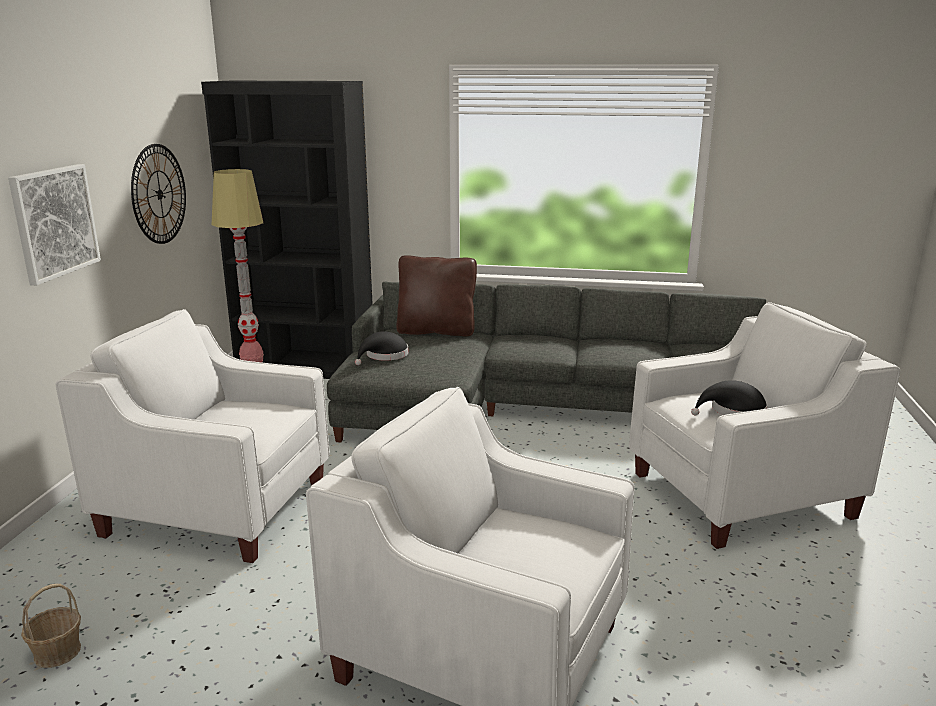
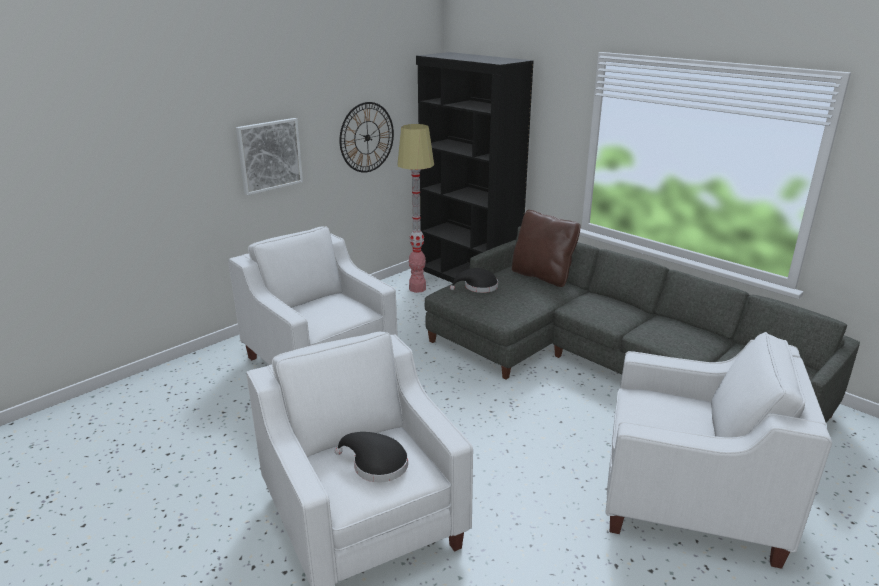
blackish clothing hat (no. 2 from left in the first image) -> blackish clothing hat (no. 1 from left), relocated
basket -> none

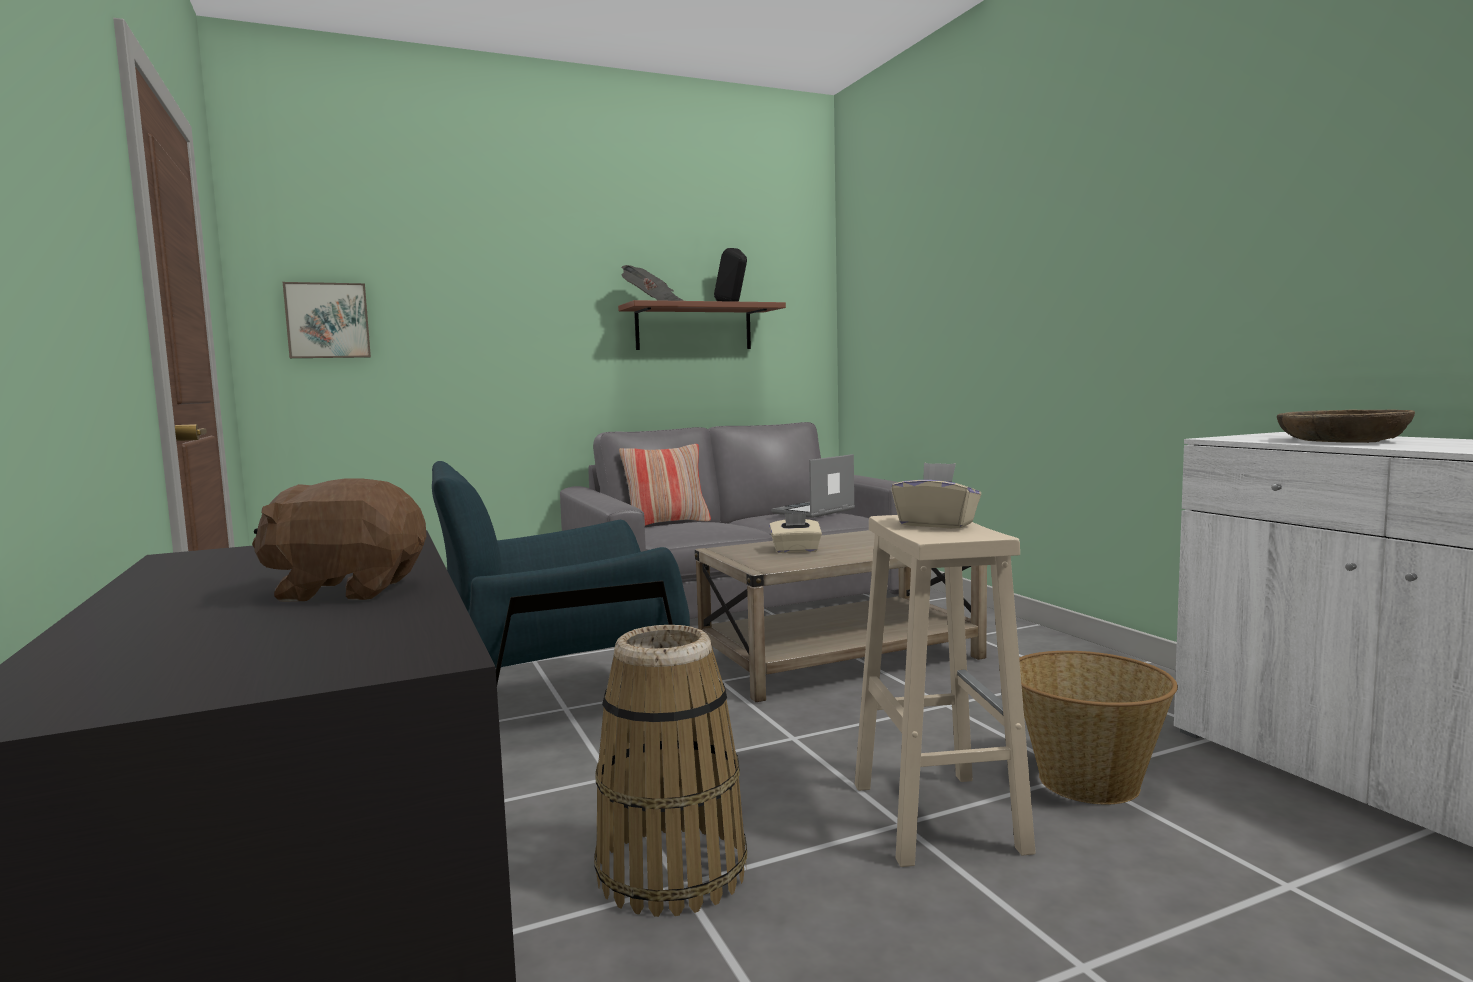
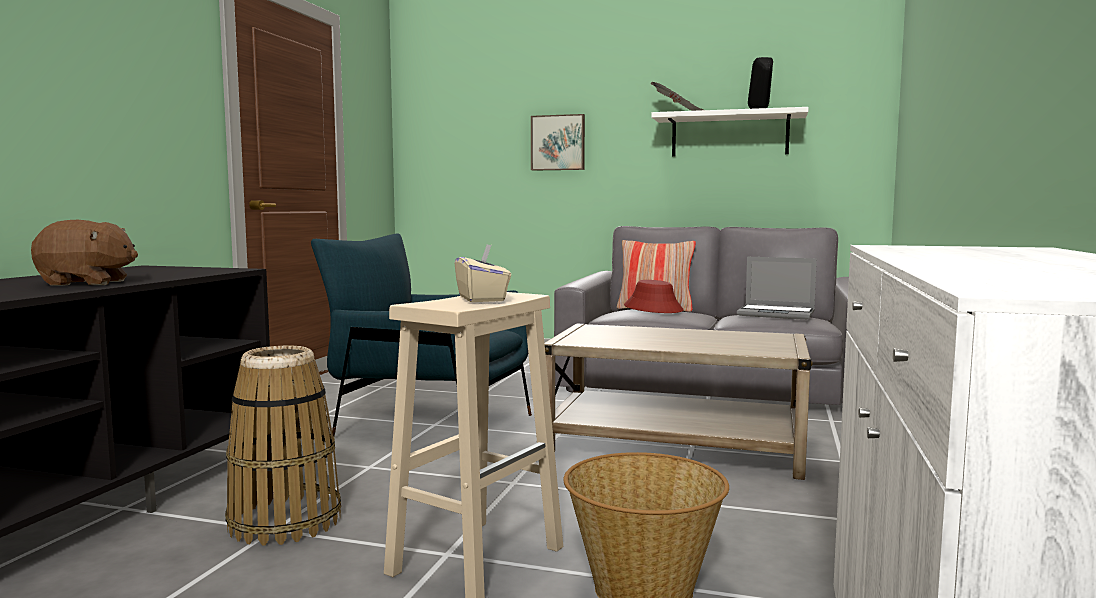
brown plush toy, 135 degrees clockwise
wall art, relocated
none -> reddish clothing hat
brown shelf -> white shelf
portable computer, 150 degrees counterclockwise
beige tissue box (no. 1 from left) -> none
brown serving bowl -> none

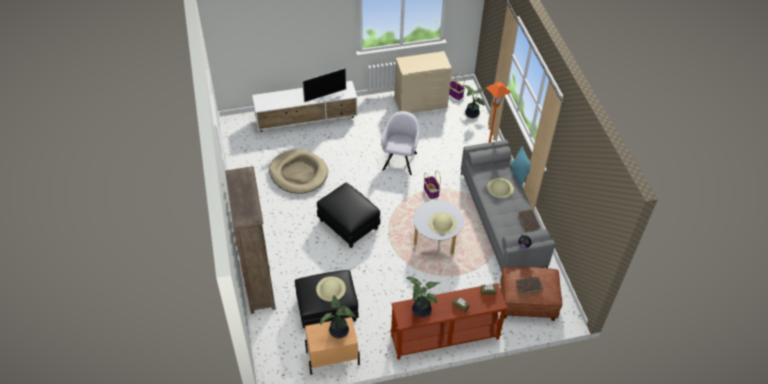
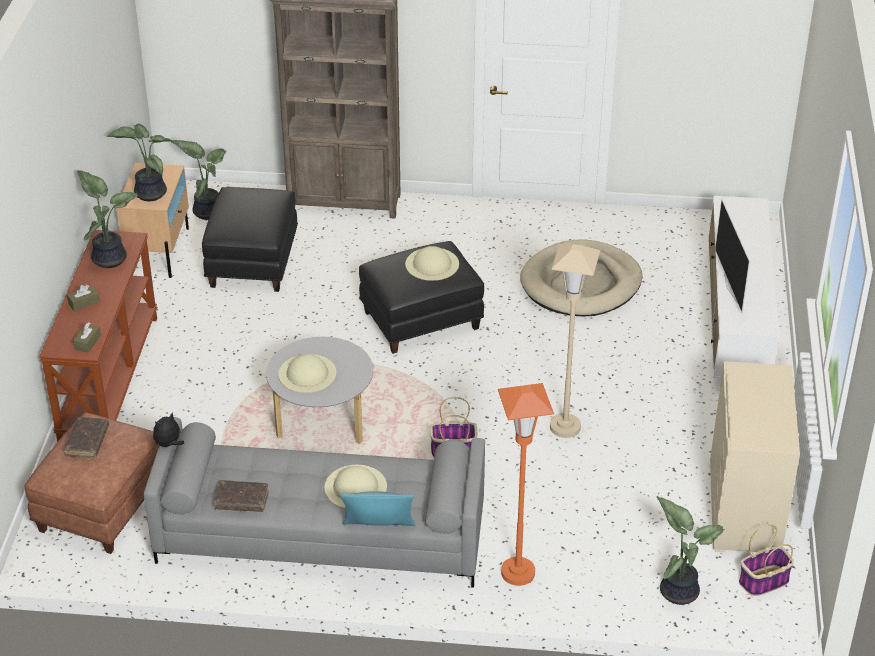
none -> plant in a pot (no. 3 from left)
beige clothing hat (no. 1 from left in the first image) -> beige clothing hat (no. 3 from left), relocated
greyish easy chair -> beige floor lamp

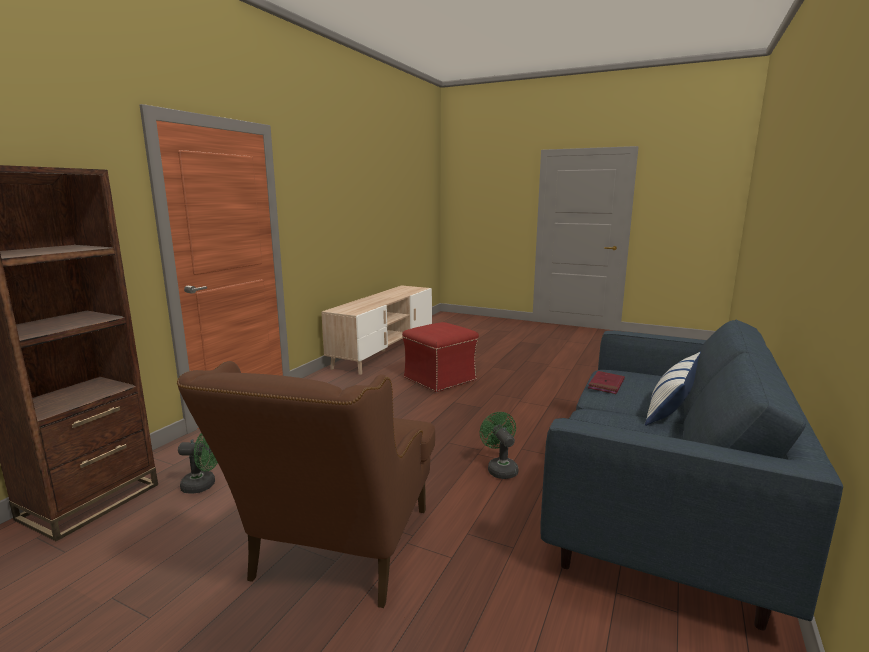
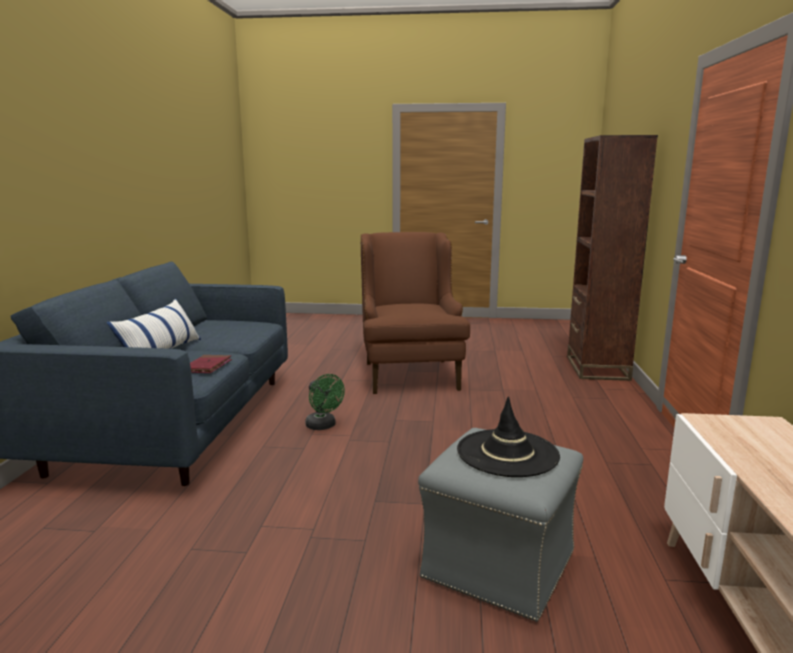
reddish footrest -> greyish footrest
none -> blackish clothing hat
green-coloured cooling fan (no. 1 from left) -> none

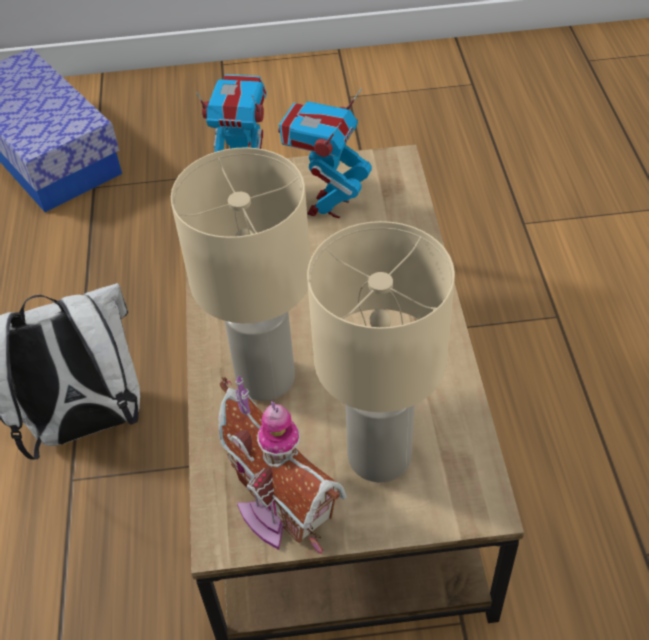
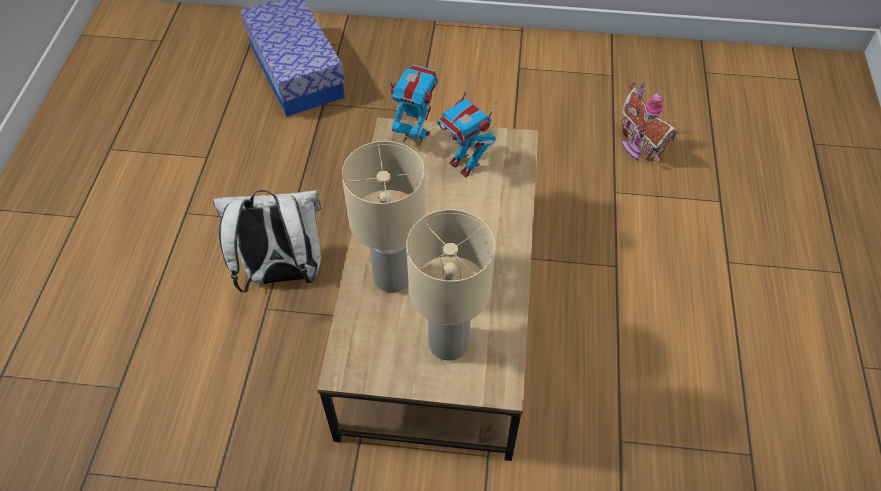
toy robot (no. 2 from left), 75 degrees counterclockwise
model house, relocated

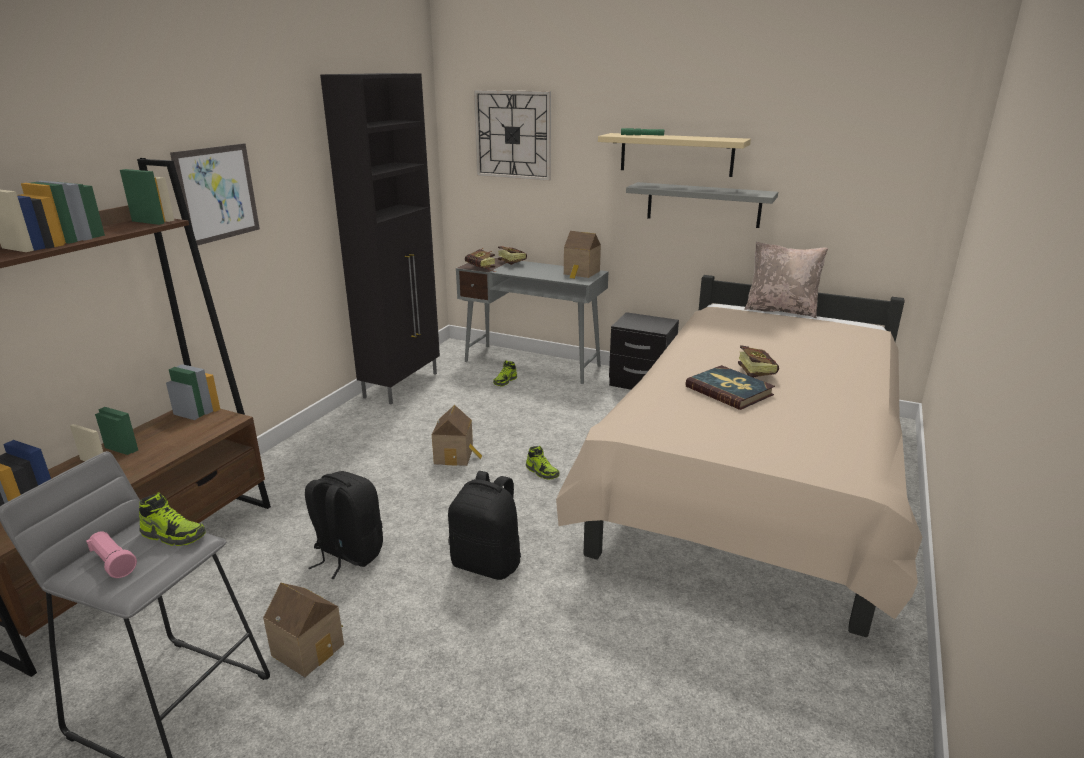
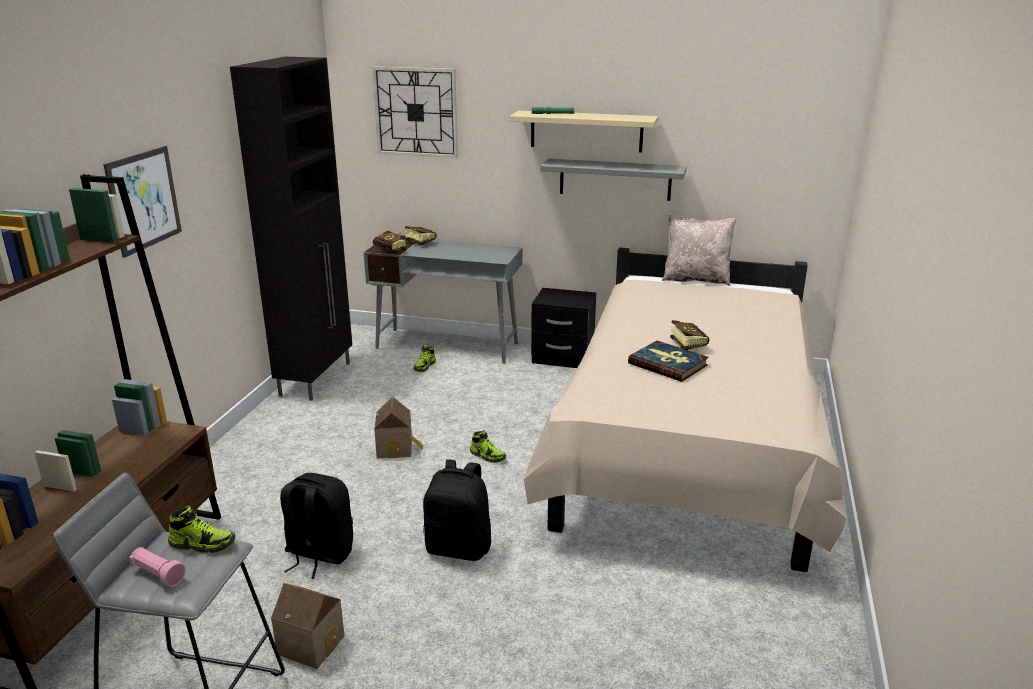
model house (no. 3 from left) -> none

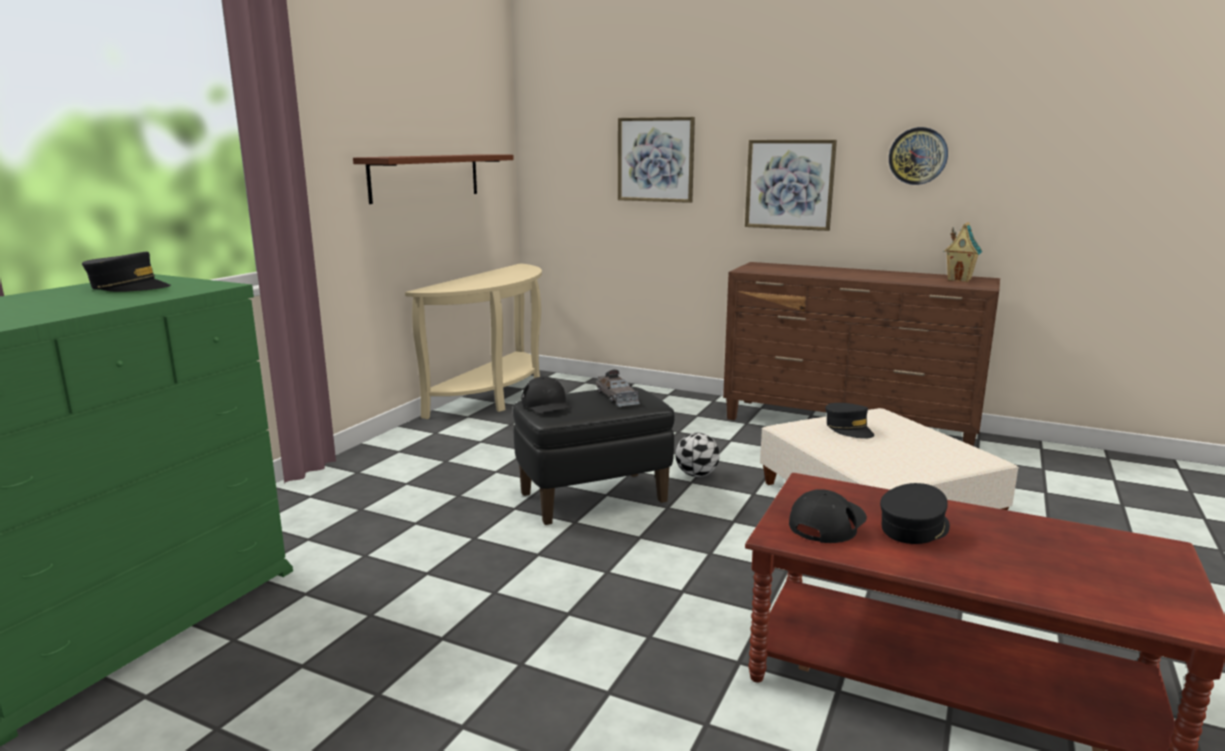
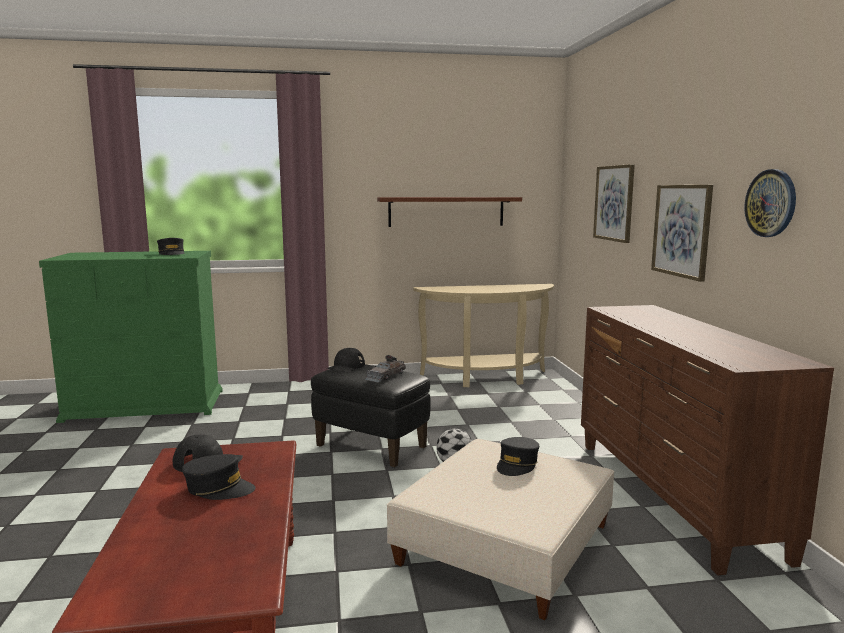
model house -> none

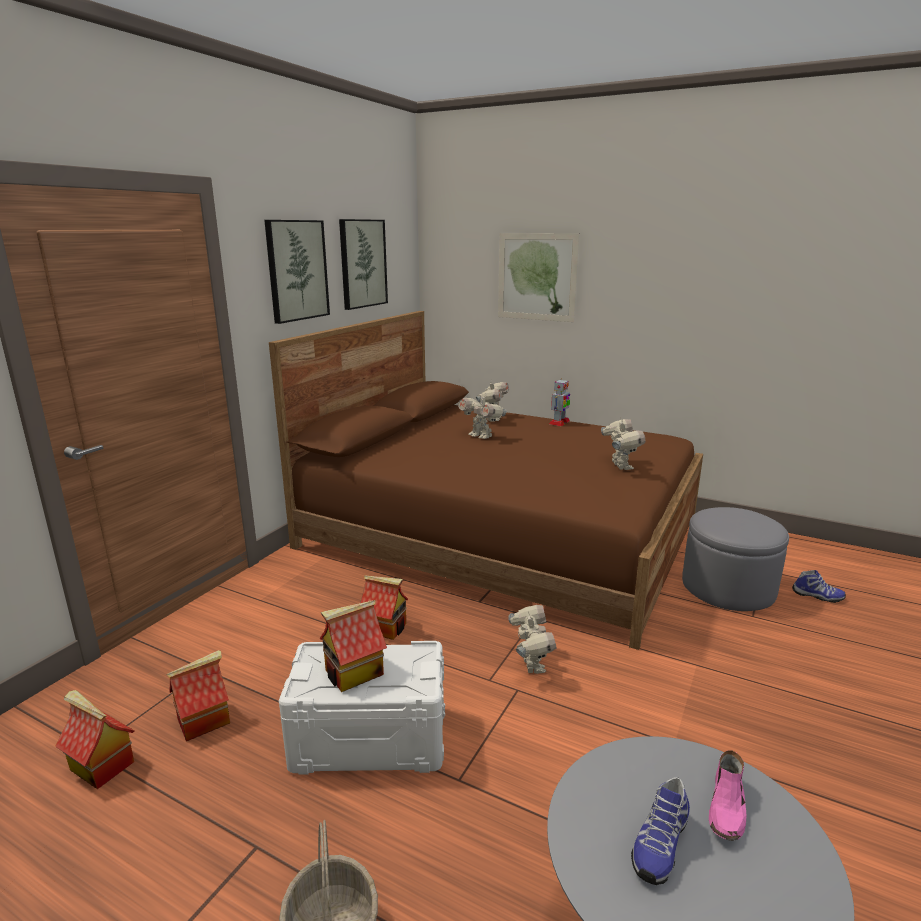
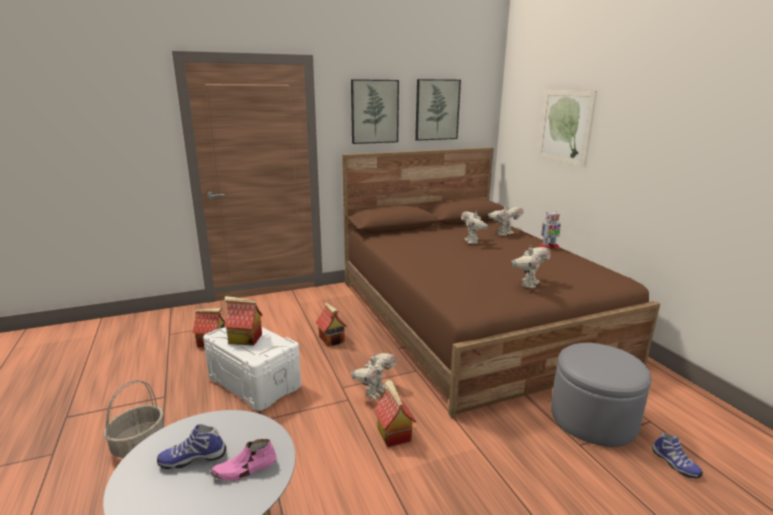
model house (no. 1 from left in the first image) -> model house (no. 4 from left), relocated

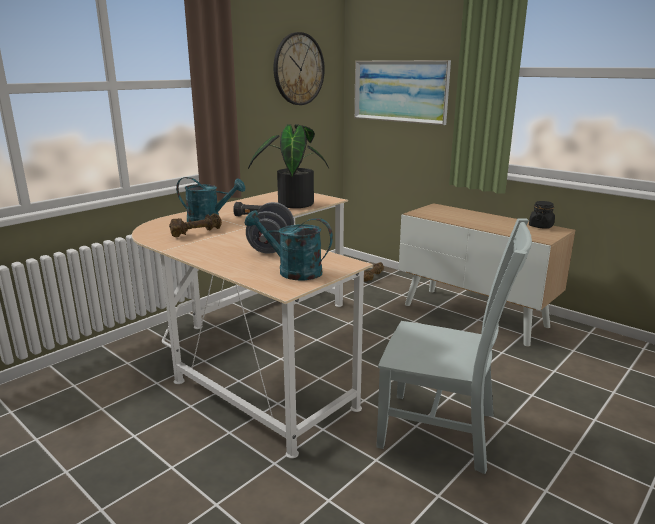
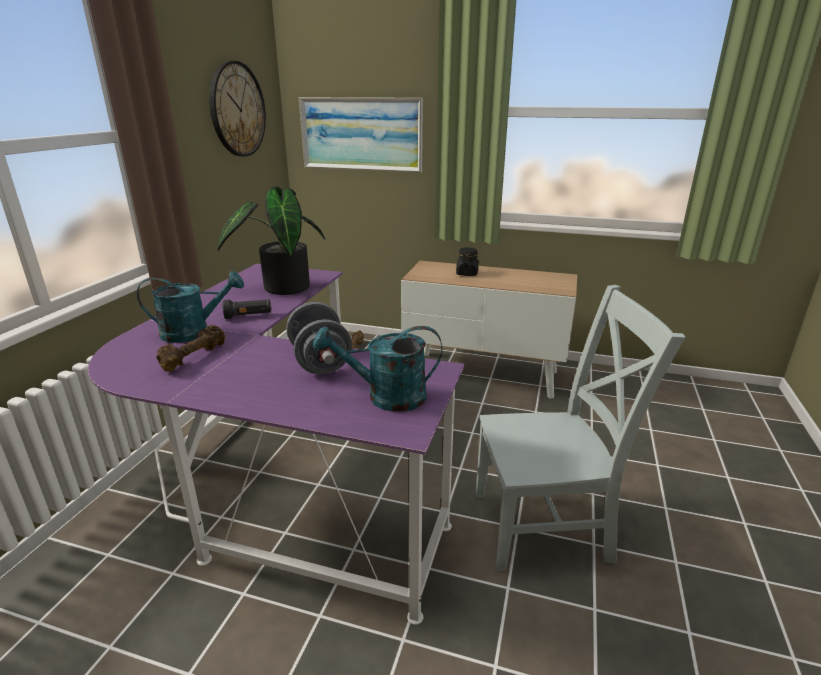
beige desk table -> purplish desk table
blackish storage jar, relocated

